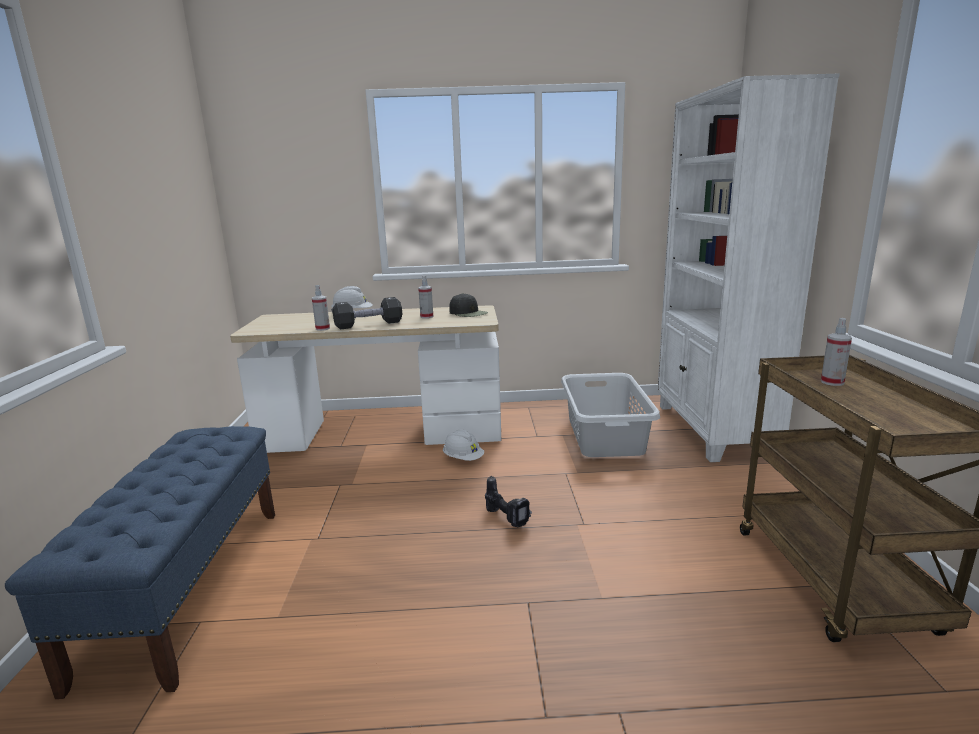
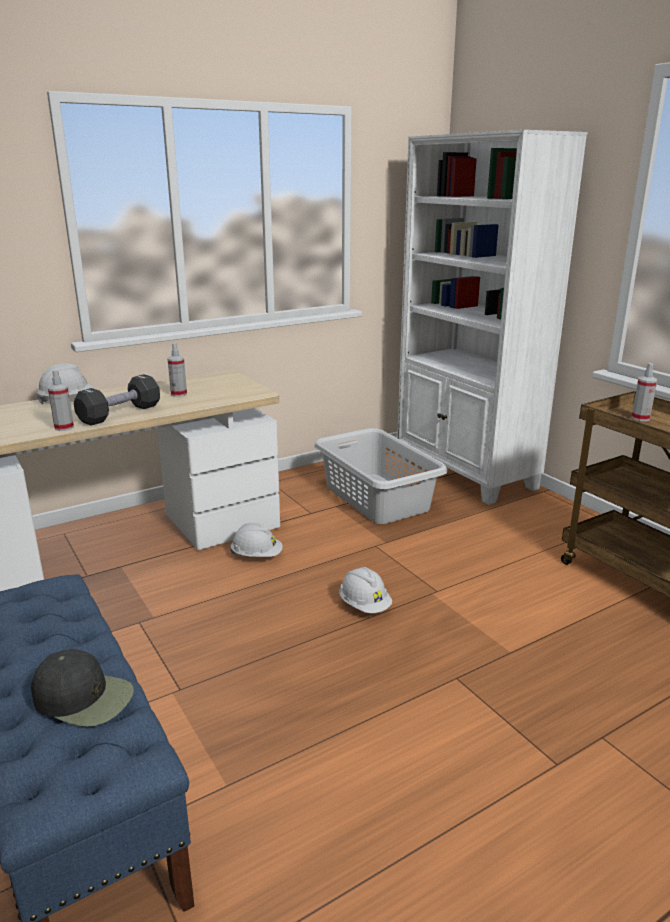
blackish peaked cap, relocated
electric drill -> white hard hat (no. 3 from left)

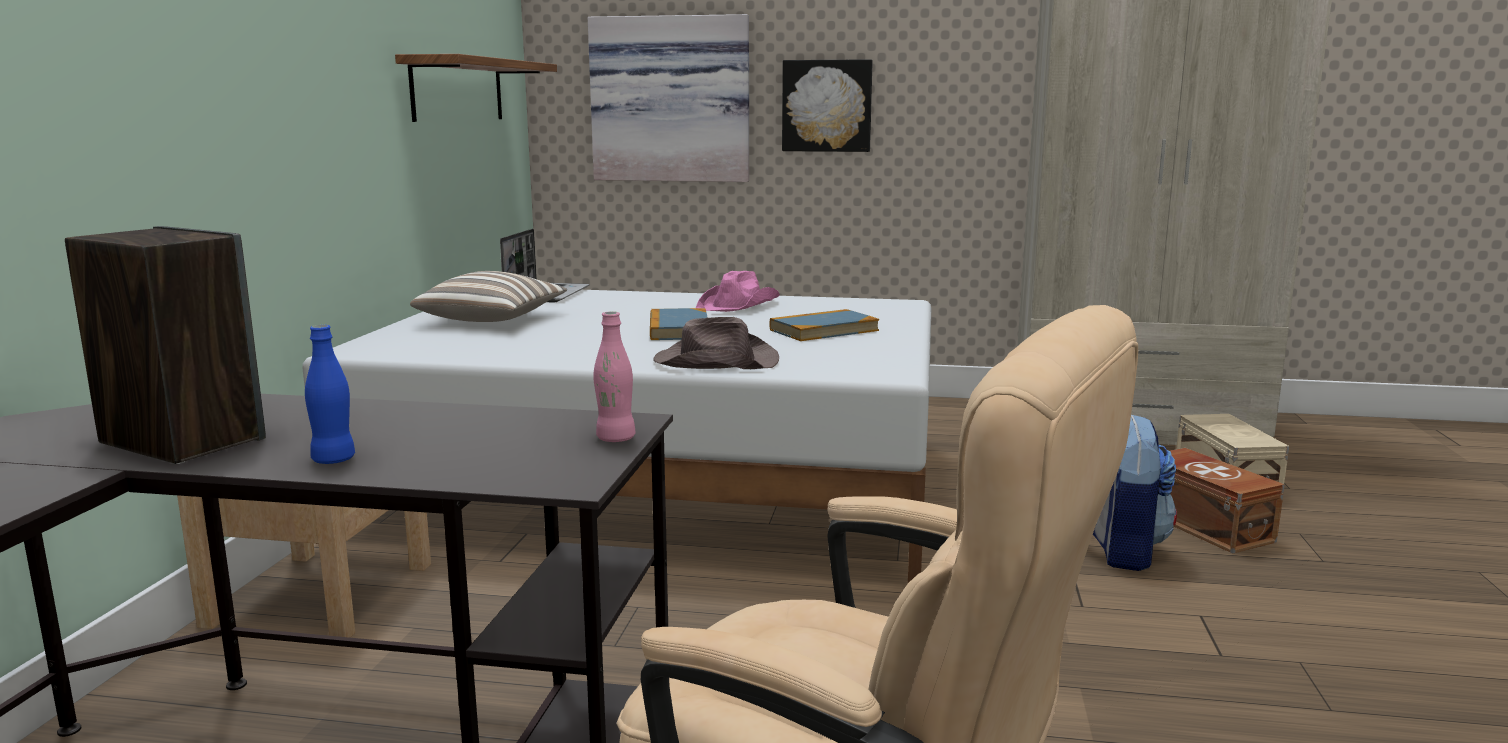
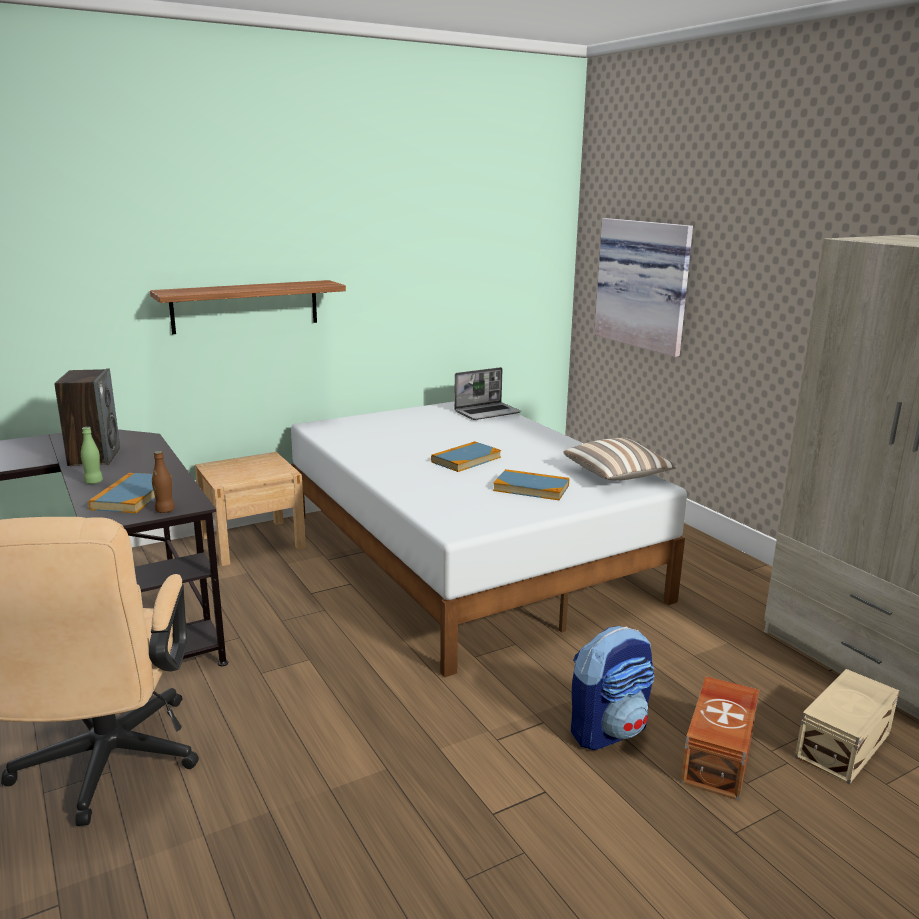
bluish bottle -> green-coloured bottle
none -> volume (no. 1 from left)
shelf, relocated
pink bottle -> brown bottle
pillow, relocated
brown clothing hat -> none
pink clothing hat -> none
wall art (no. 2 from left) -> none

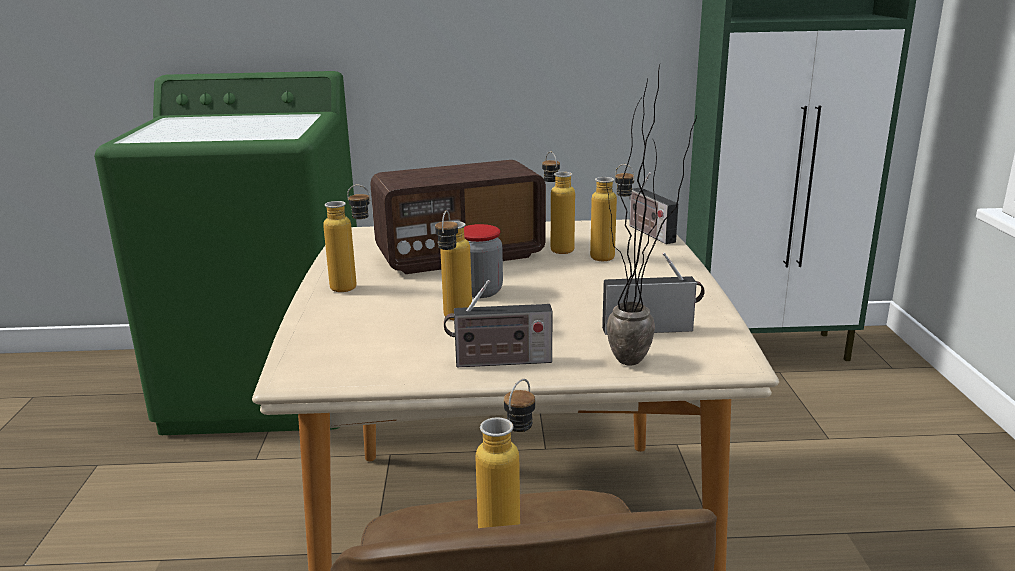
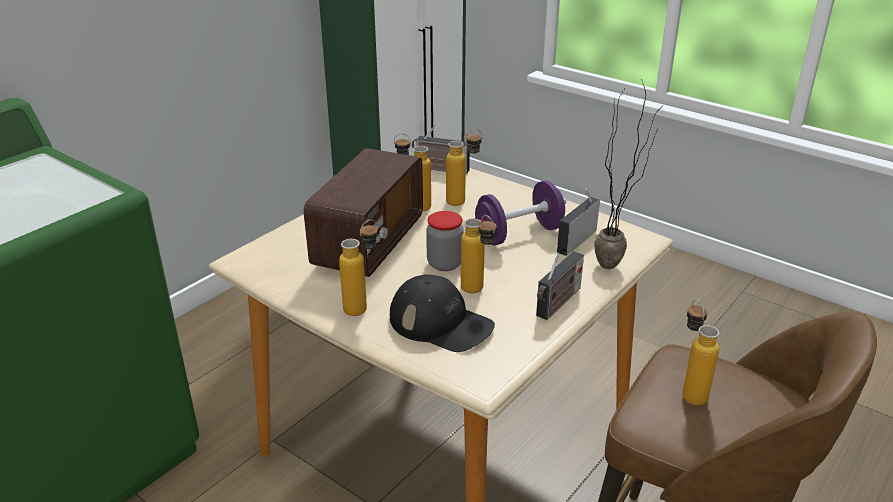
none -> blackish peaked cap
none -> purplish dumbbell

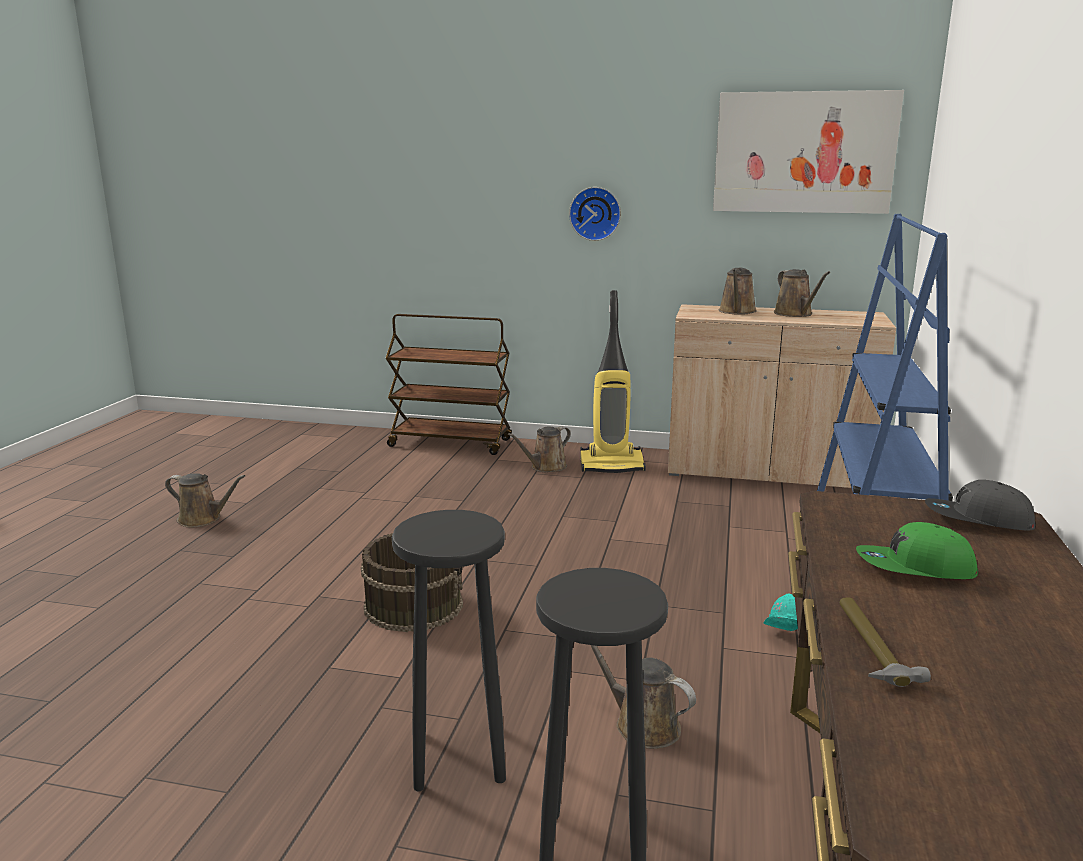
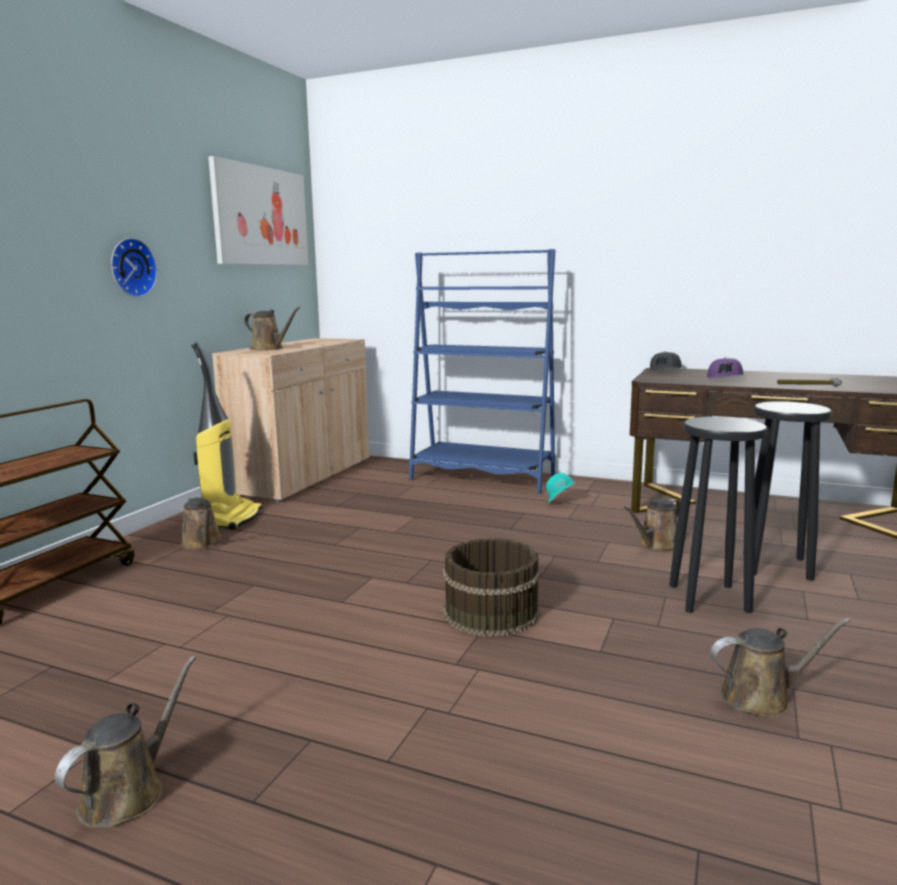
green-coloured peaked cap -> purplish peaked cap
brown watering can (no. 5 from left), relocated

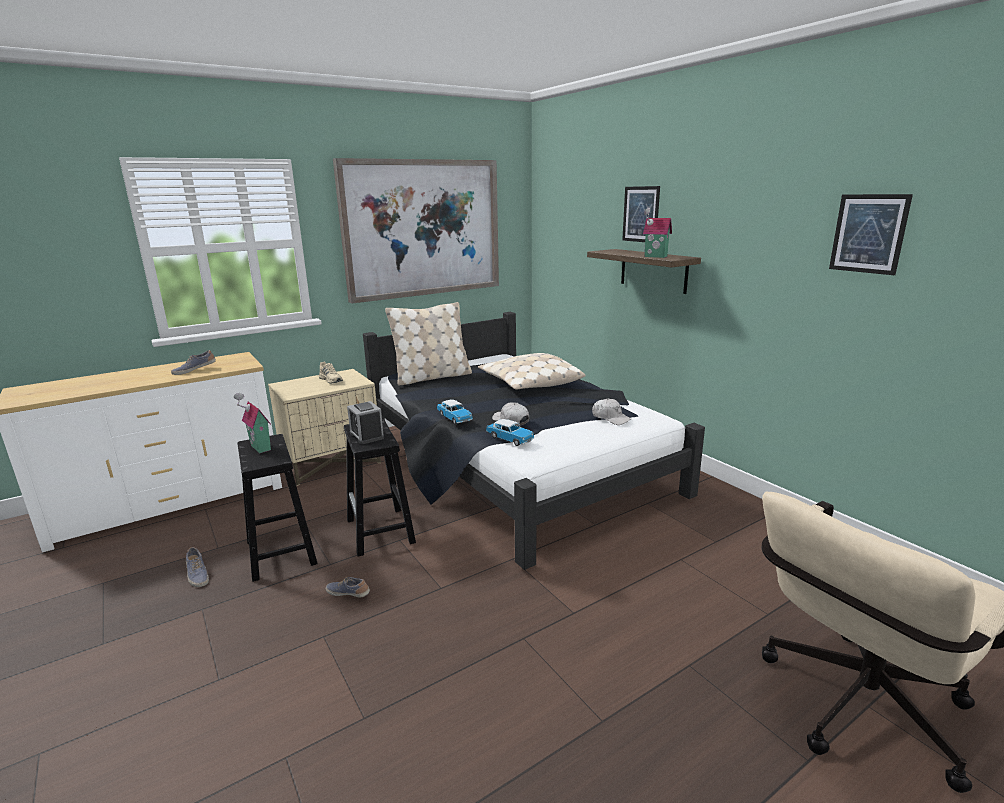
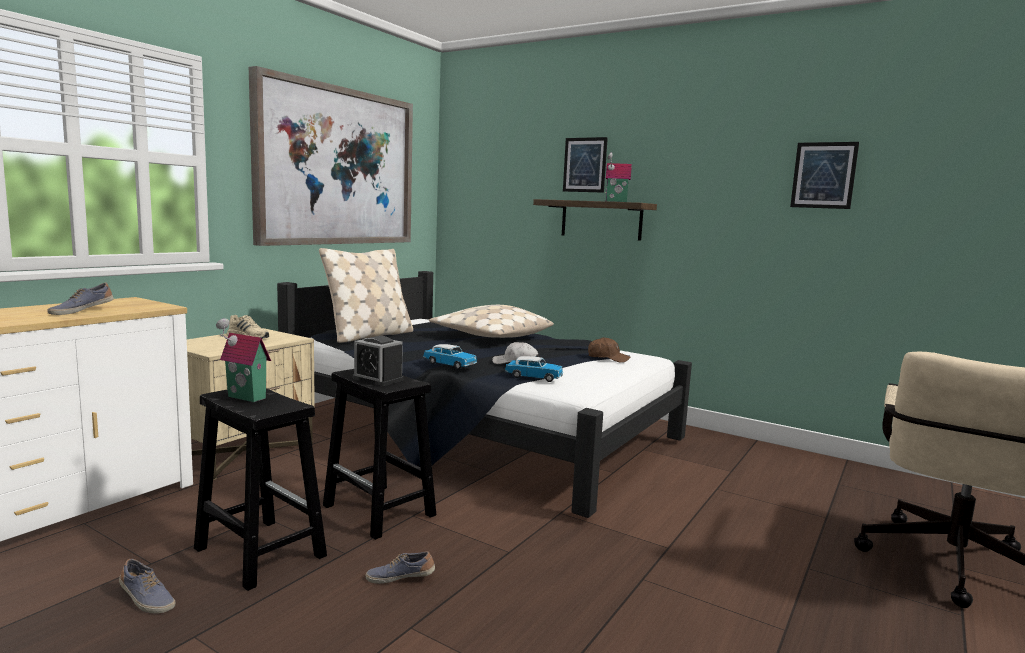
white peaked cap (no. 2 from left) -> brown peaked cap

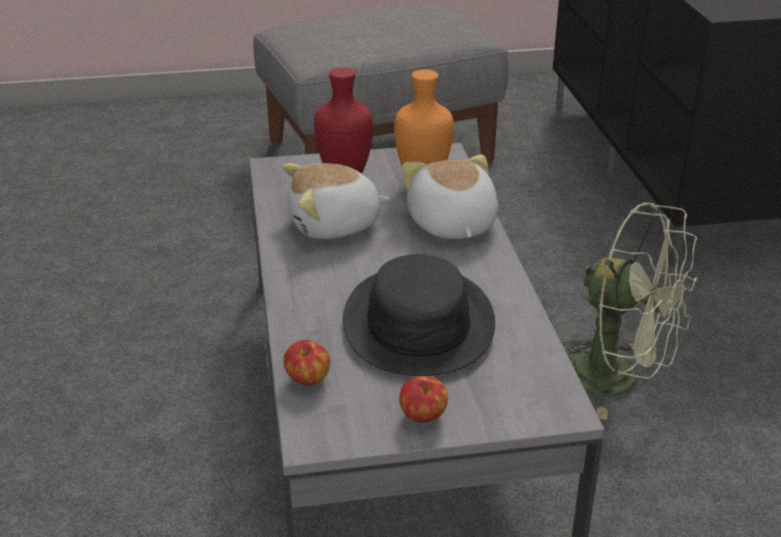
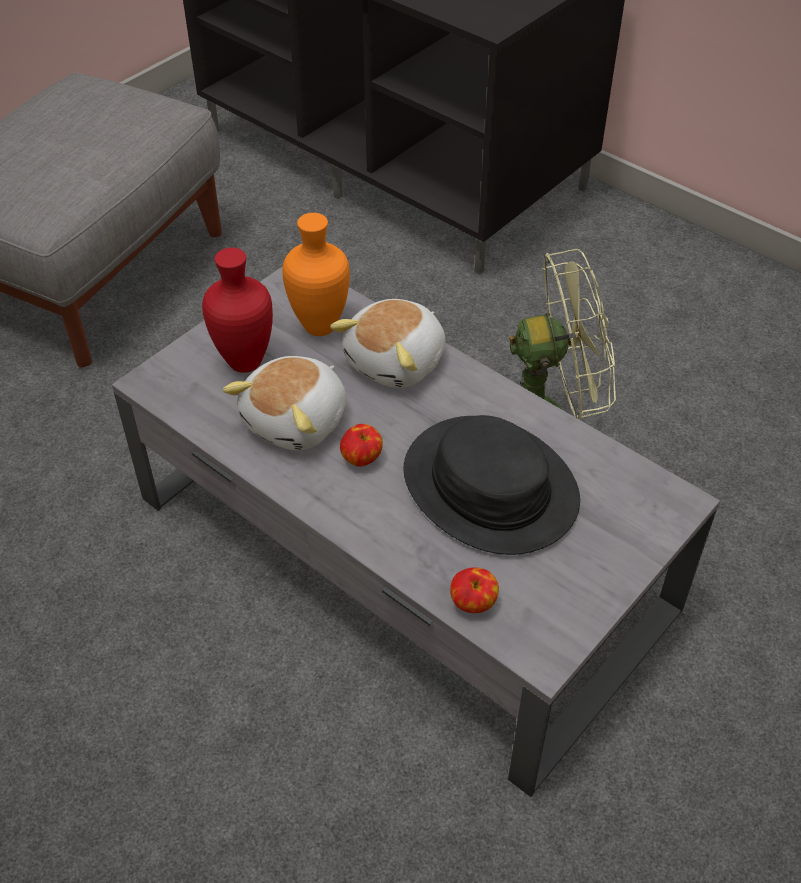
plush toy (no. 2 from left), 90 degrees counterclockwise
whole apple (no. 2 from left in the first image) -> whole apple (no. 1 from left), relocated

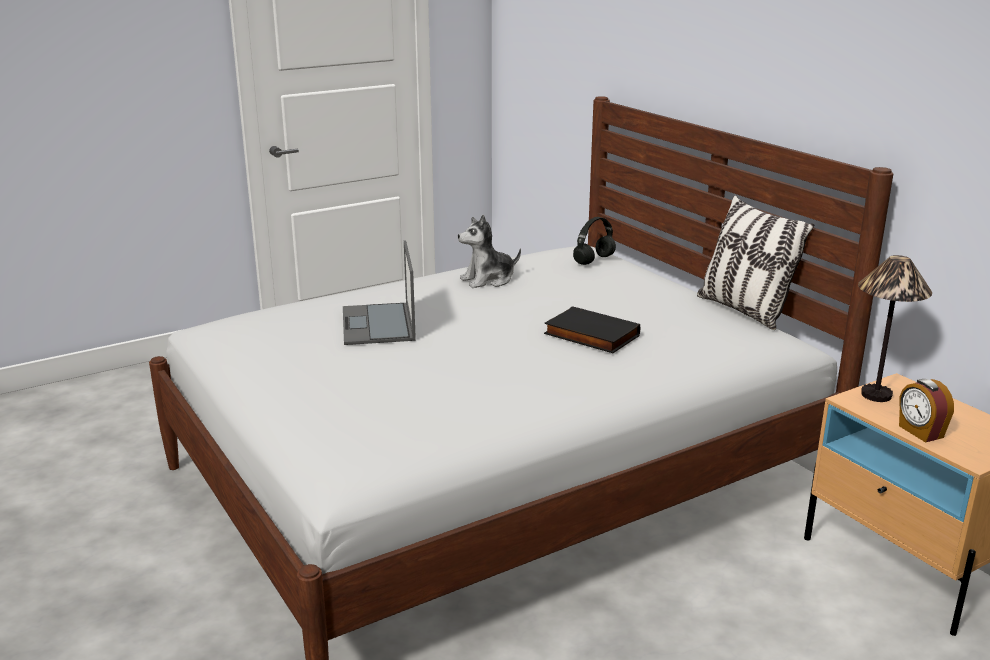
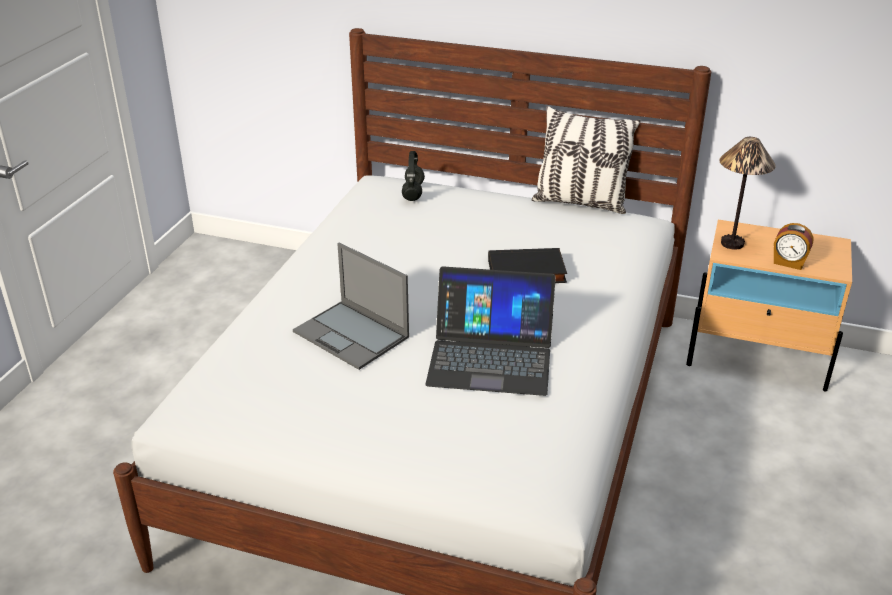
none -> portable computer (no. 2 from left)
plush toy -> none

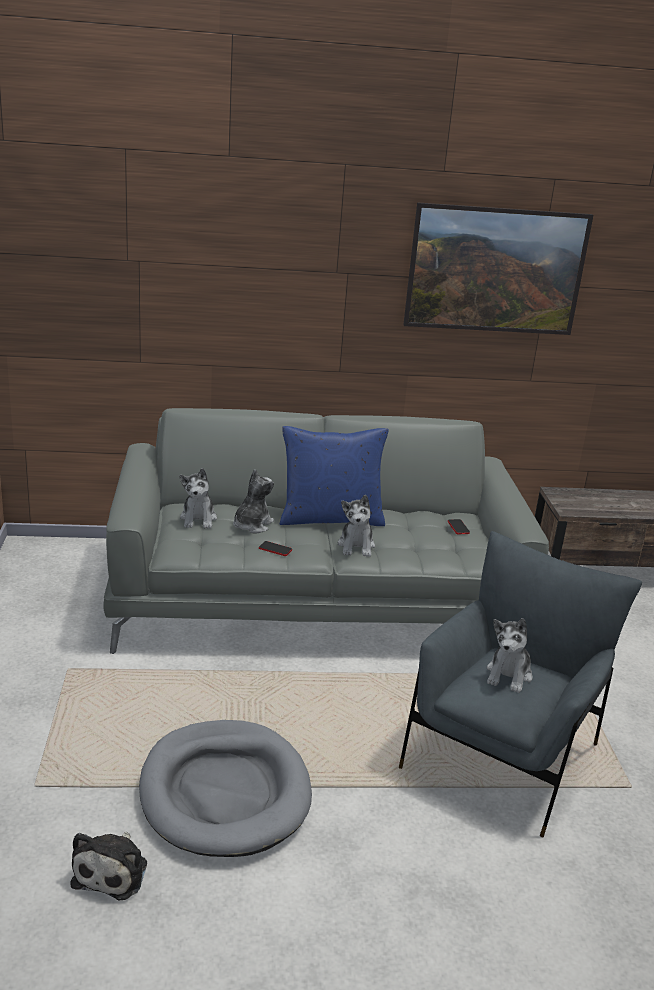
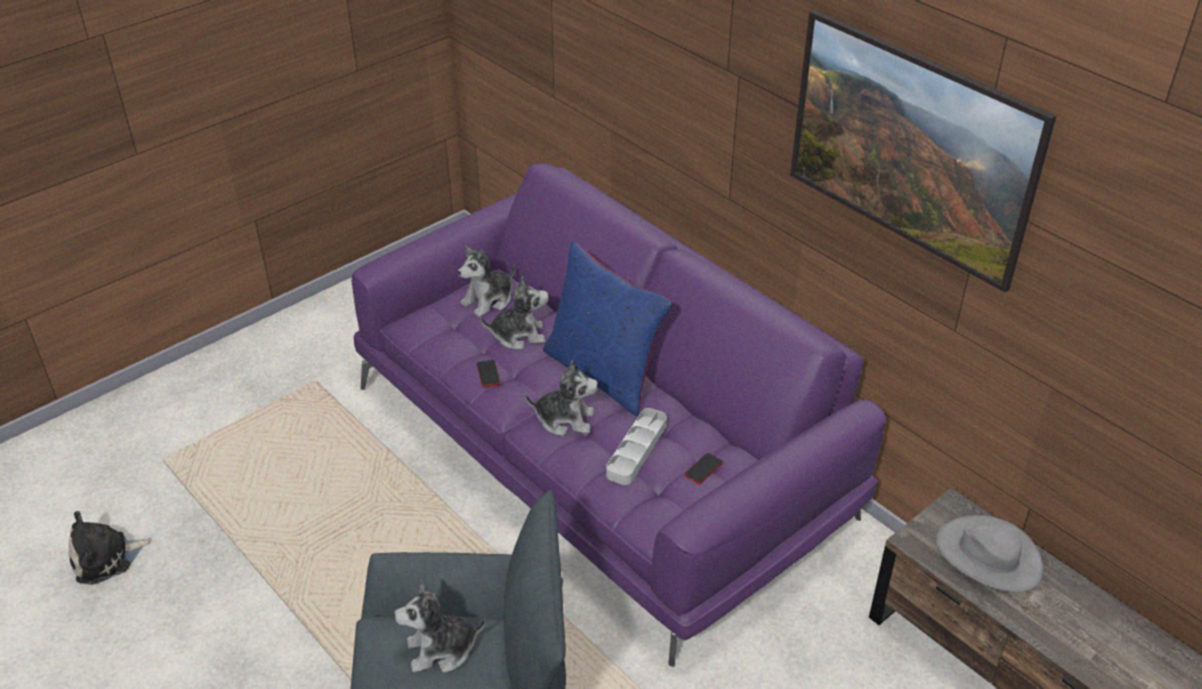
greyish sofa -> purplish sofa
plush toy (no. 4 from left in the first image) -> plush toy (no. 5 from left), 135 degrees counterclockwise
none -> greyish tray
none -> greyish clothing hat
greyish pet bed -> none

